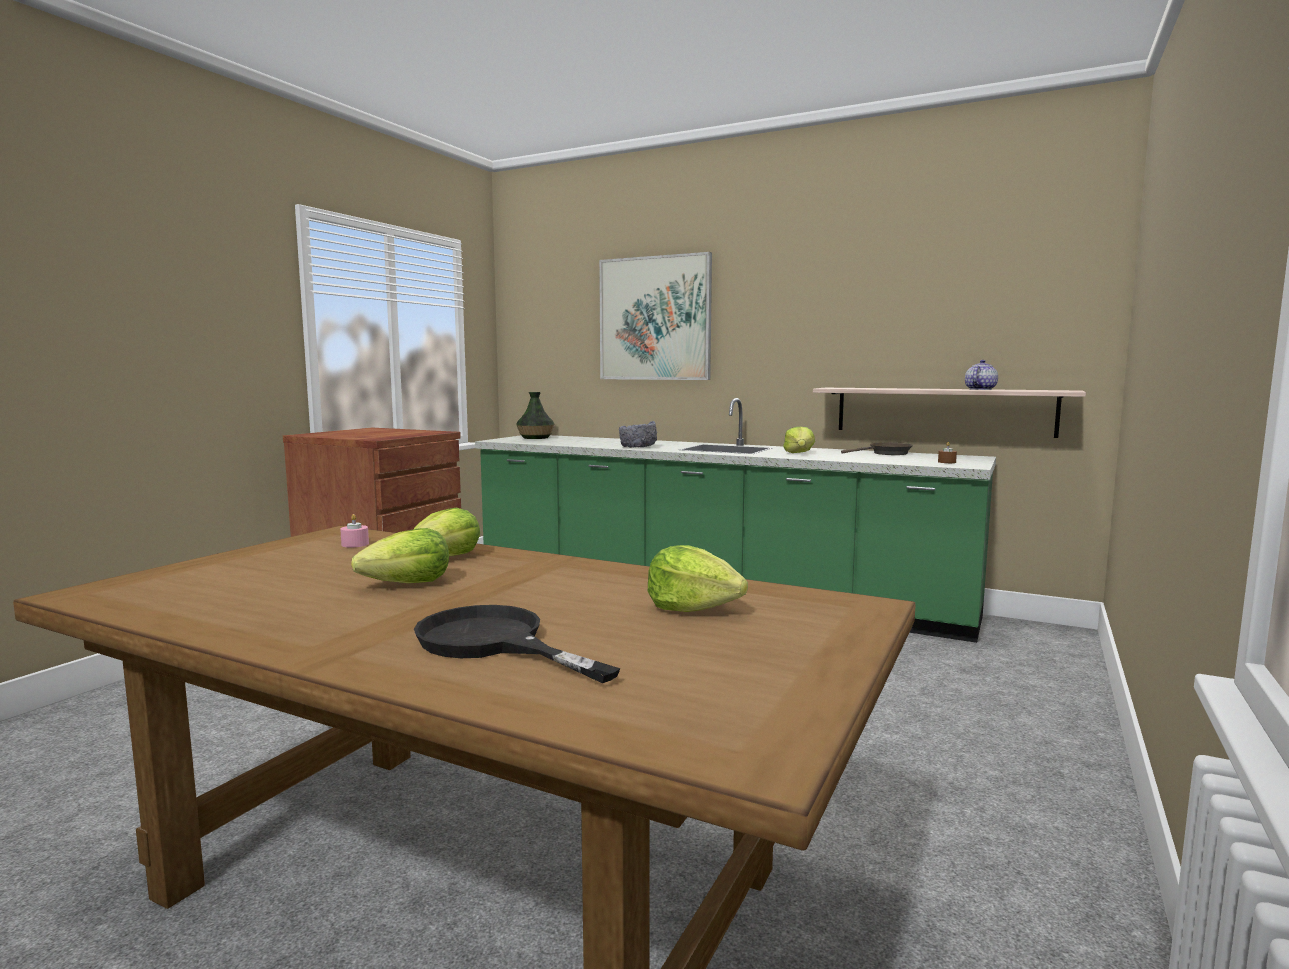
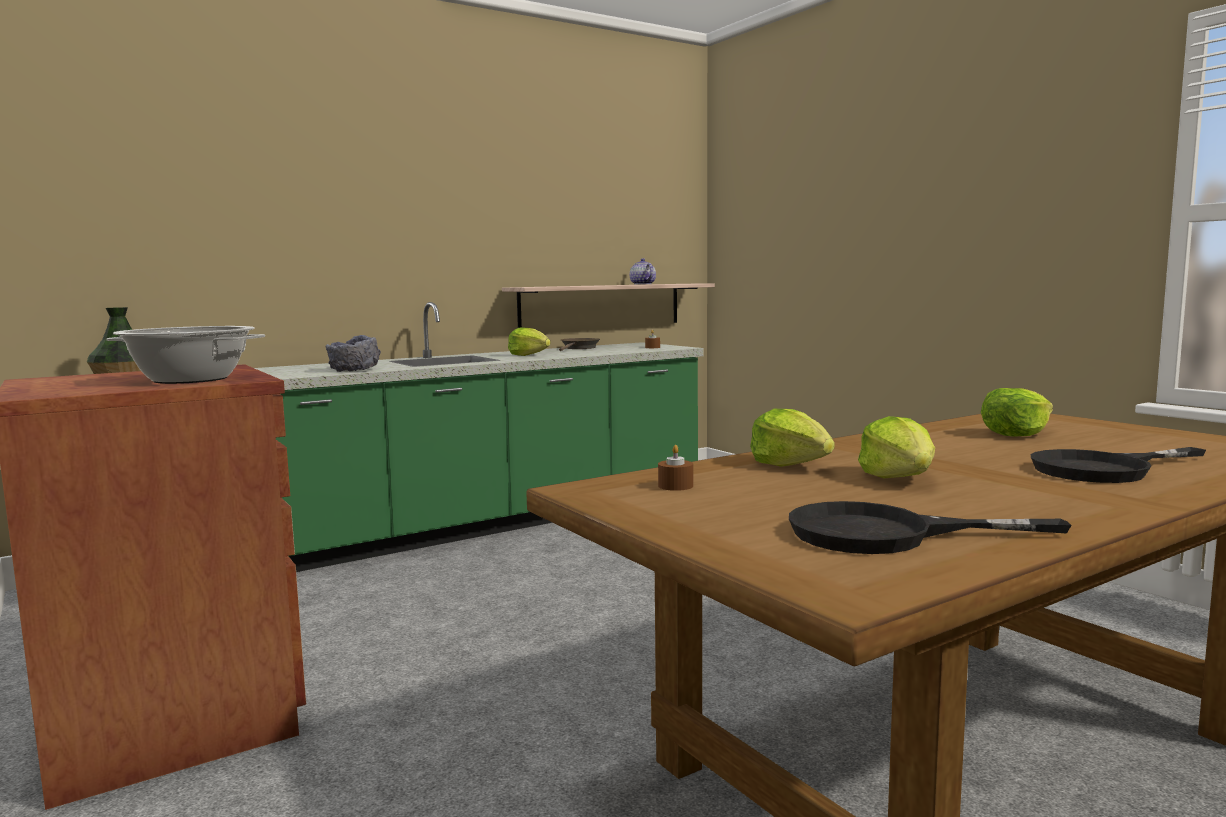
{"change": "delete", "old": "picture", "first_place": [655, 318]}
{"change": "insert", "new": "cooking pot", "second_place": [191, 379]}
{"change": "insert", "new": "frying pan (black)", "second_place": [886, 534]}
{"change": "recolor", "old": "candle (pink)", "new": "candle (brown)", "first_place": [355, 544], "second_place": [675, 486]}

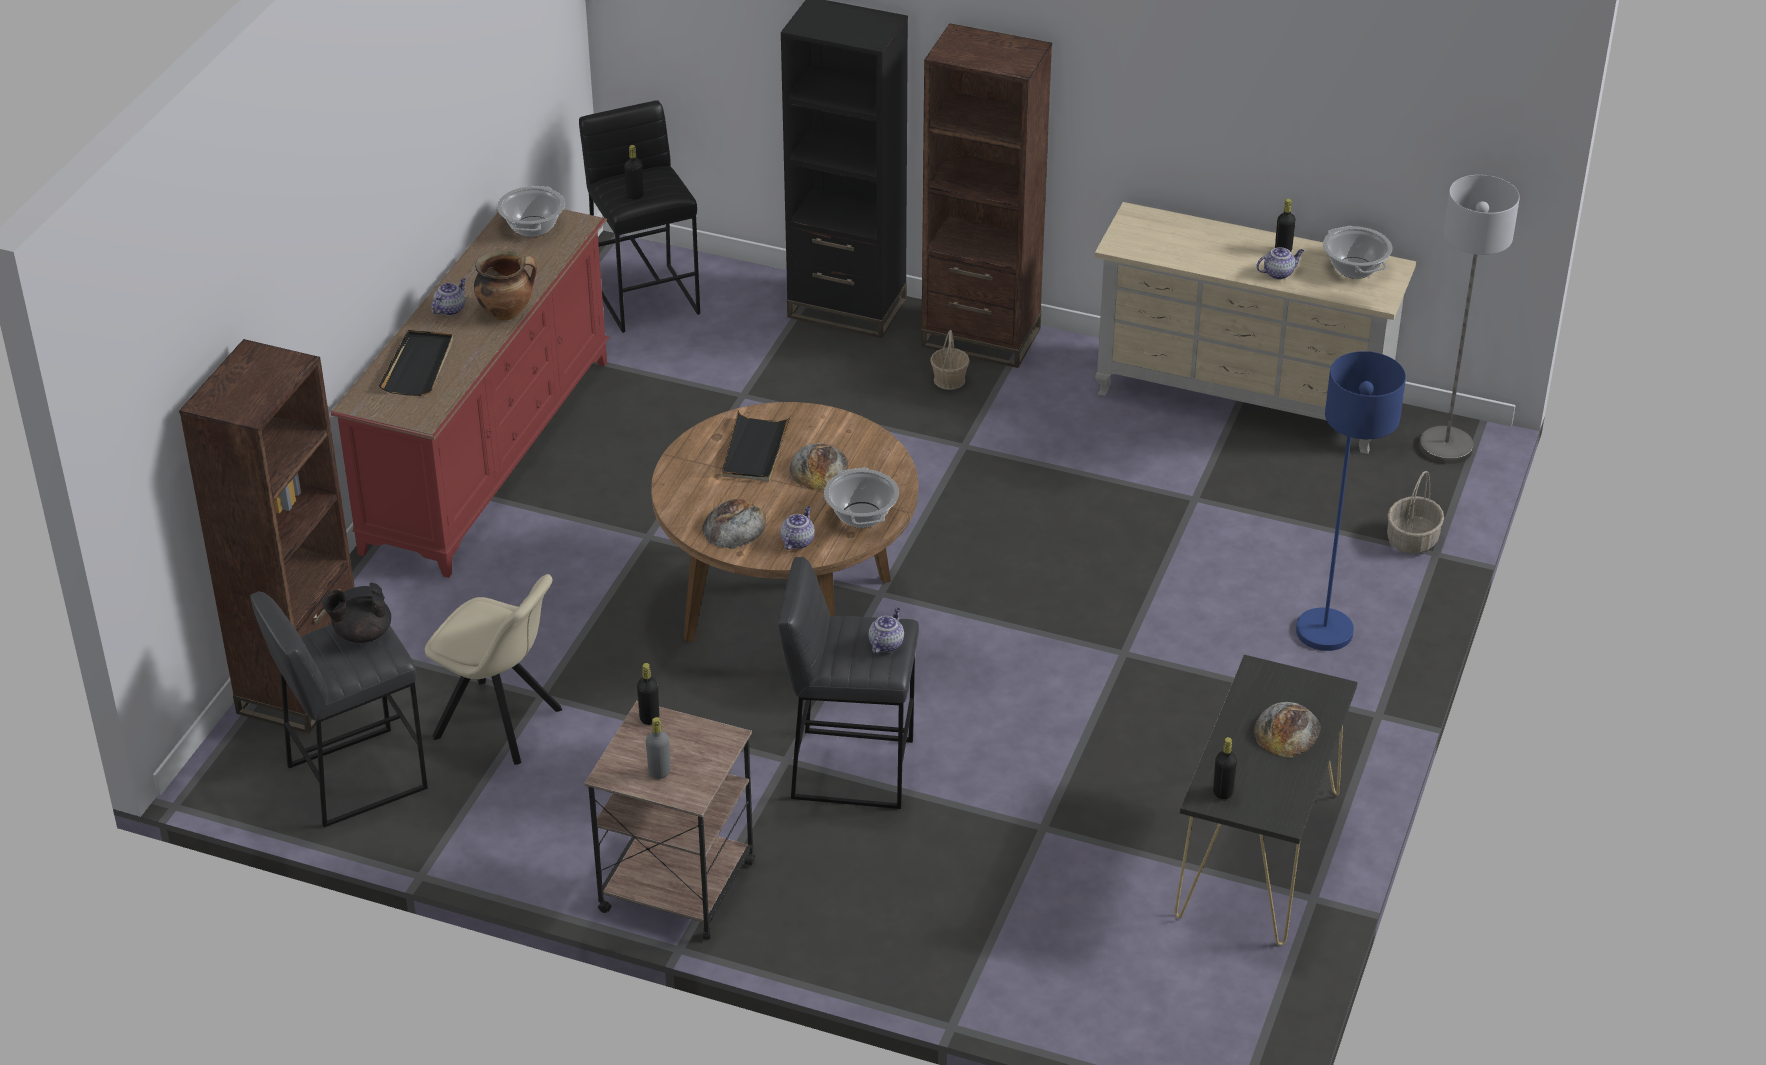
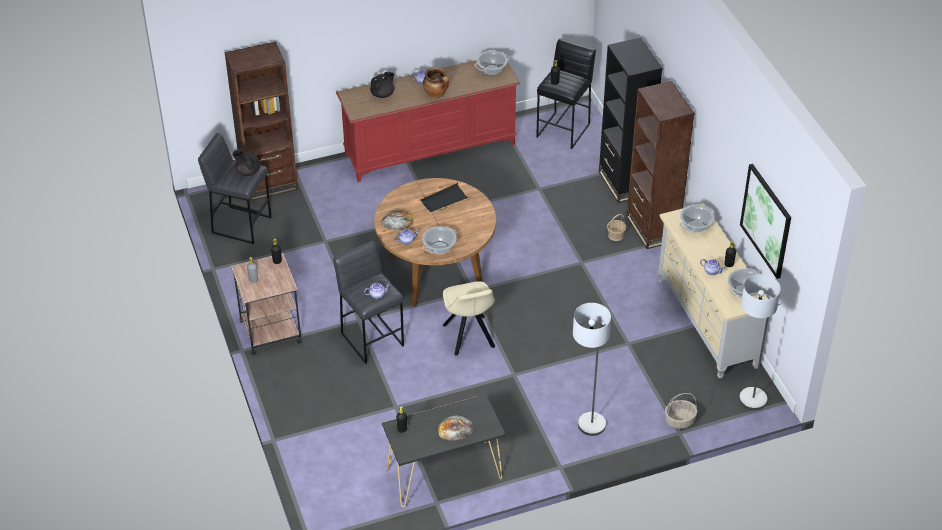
{"change": "delete", "old": "bread", "first_place": [819, 468]}
{"change": "insert", "new": "cooking pot", "second_place": [696, 226]}
{"change": "insert", "new": "picture", "second_place": [766, 220]}
{"change": "move", "old": "chair (beige)", "first_place": [499, 723], "second_place": [469, 336]}
{"change": "replace", "old": "tray (black)", "new": "teapot (black)", "first_place": [418, 366], "second_place": [383, 94]}
{"change": "recolor", "old": "floor lamp (blue)", "new": "floor lamp (grey)", "first_place": [1329, 643], "second_place": [586, 430]}

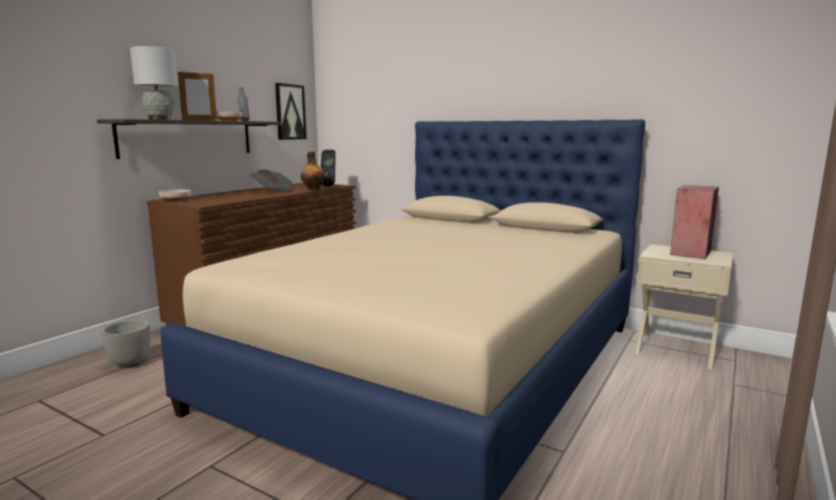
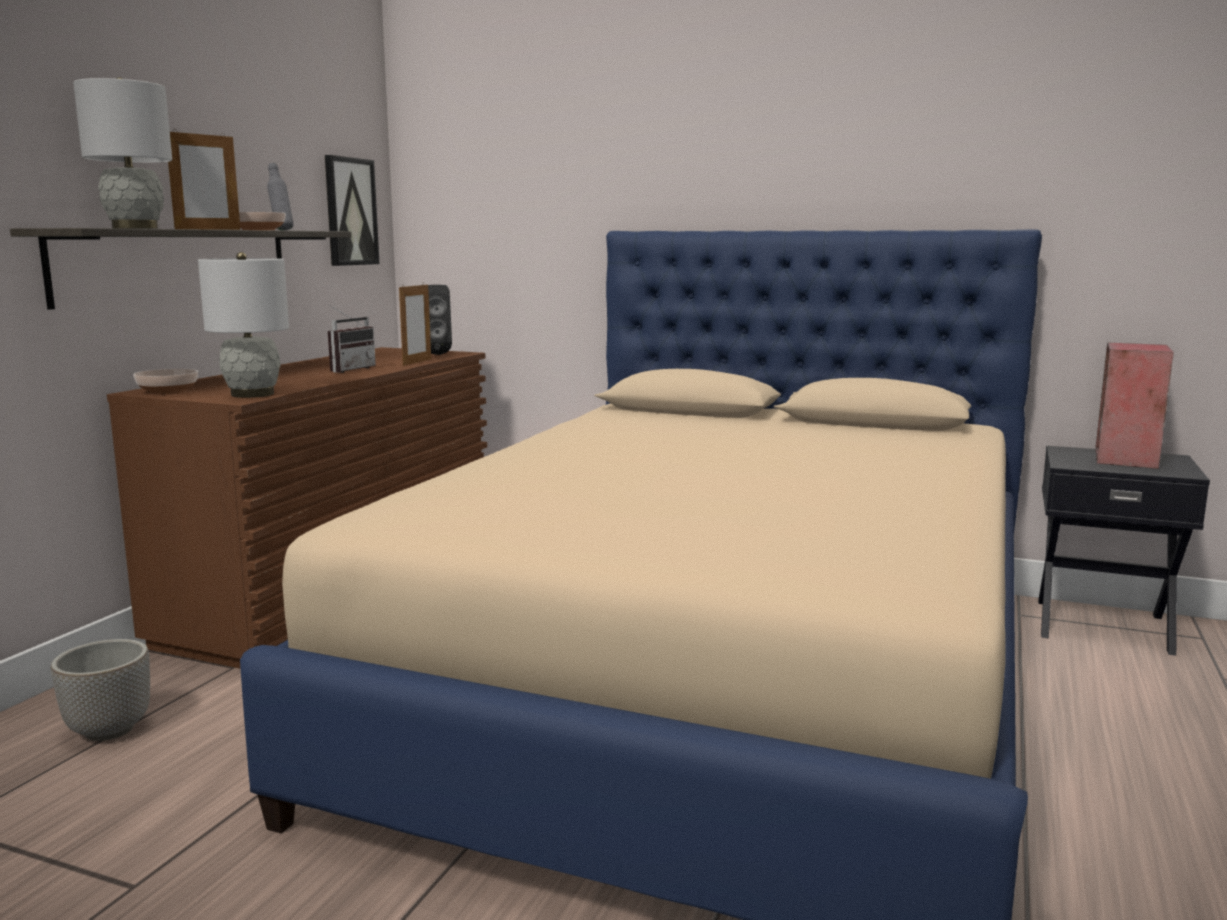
{"change": "insert", "new": "table lamp (white)", "second_place": [252, 394]}
{"change": "replace", "old": "newspaper", "new": "radio", "first_place": [274, 192], "second_place": [348, 369]}
{"change": "replace", "old": "bottle", "new": "picture frame", "first_place": [313, 189], "second_place": [417, 362]}
{"change": "recolor", "old": "nightstand (beige)", "new": "nightstand (black)", "first_place": [676, 349], "second_place": [1102, 625]}

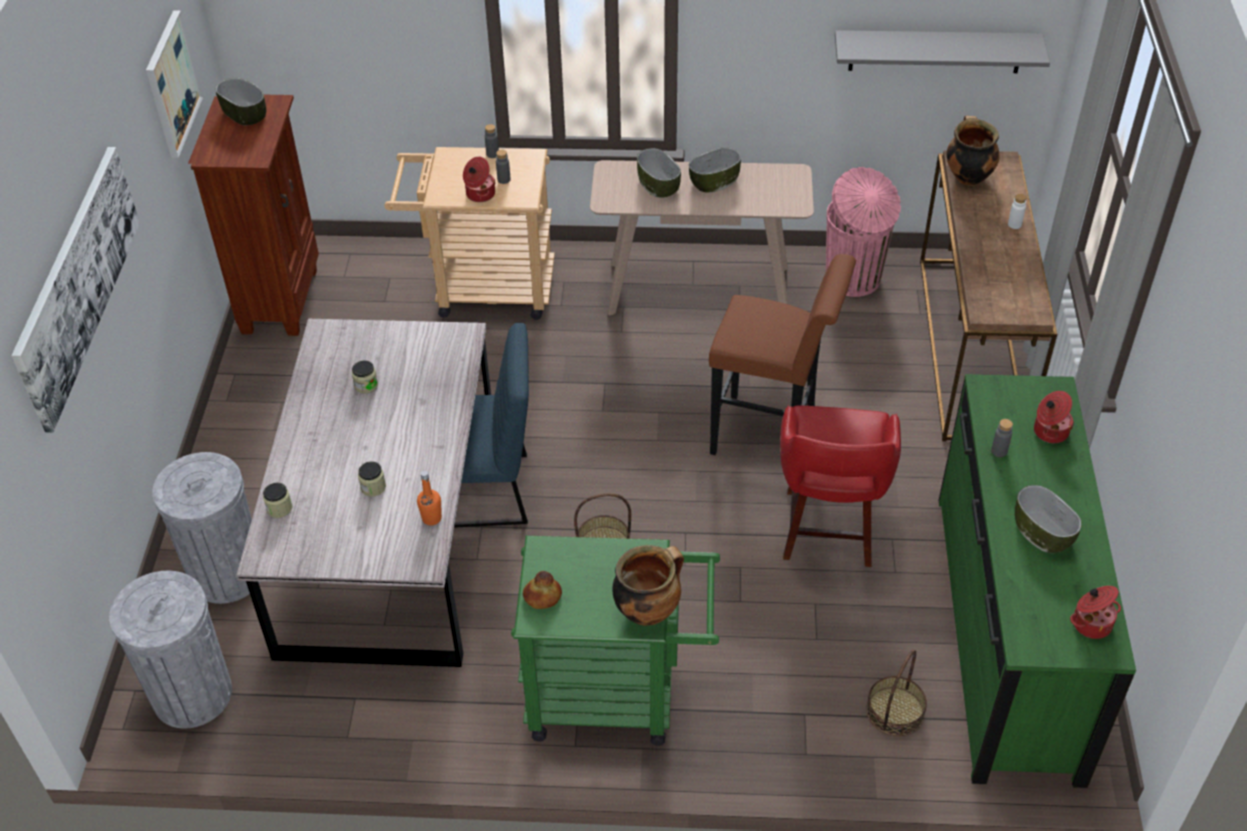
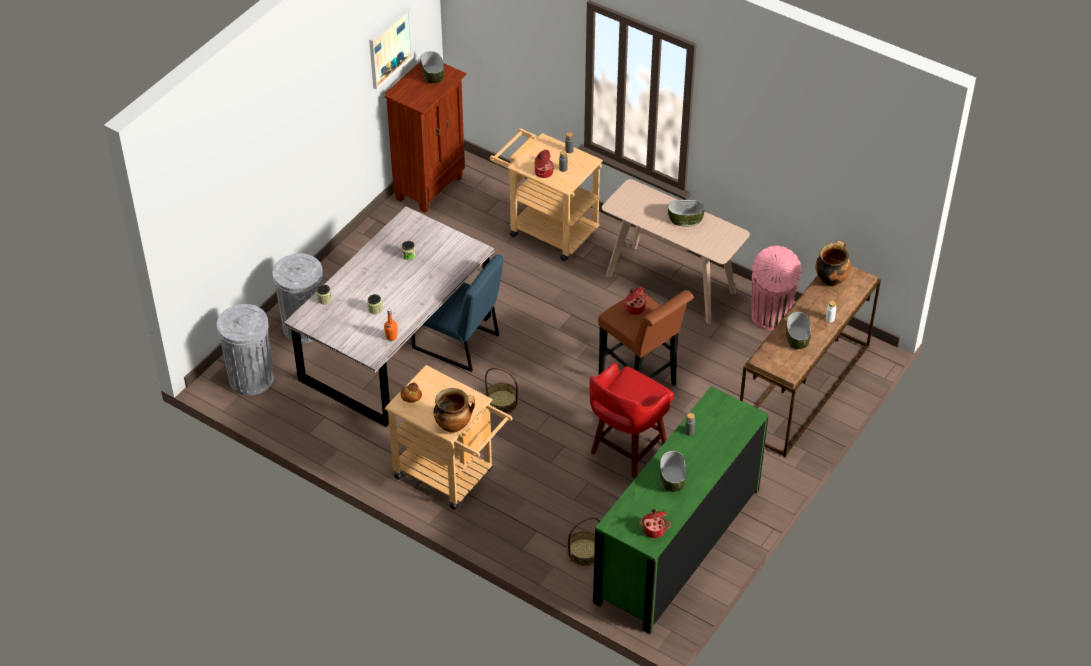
{"change": "delete", "old": "picture", "first_place": [77, 283]}
{"change": "delete", "old": "shelf (grey)", "first_place": [935, 51]}
{"change": "move", "old": "bowl", "first_place": [658, 185], "second_place": [797, 338]}
{"change": "move", "old": "cooking pot", "first_place": [1049, 431], "second_place": [634, 308]}
{"change": "recolor", "old": "cart (green)", "new": "cart (beige)", "first_place": [617, 695], "second_place": [451, 476]}

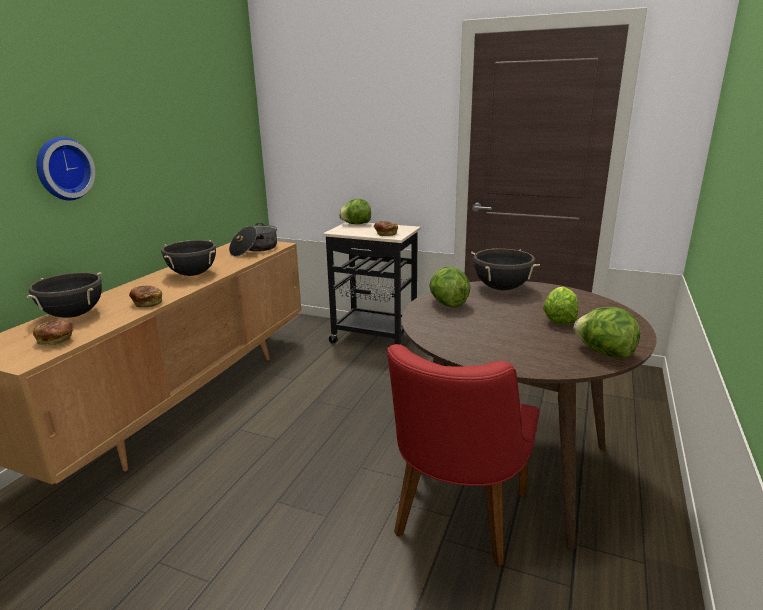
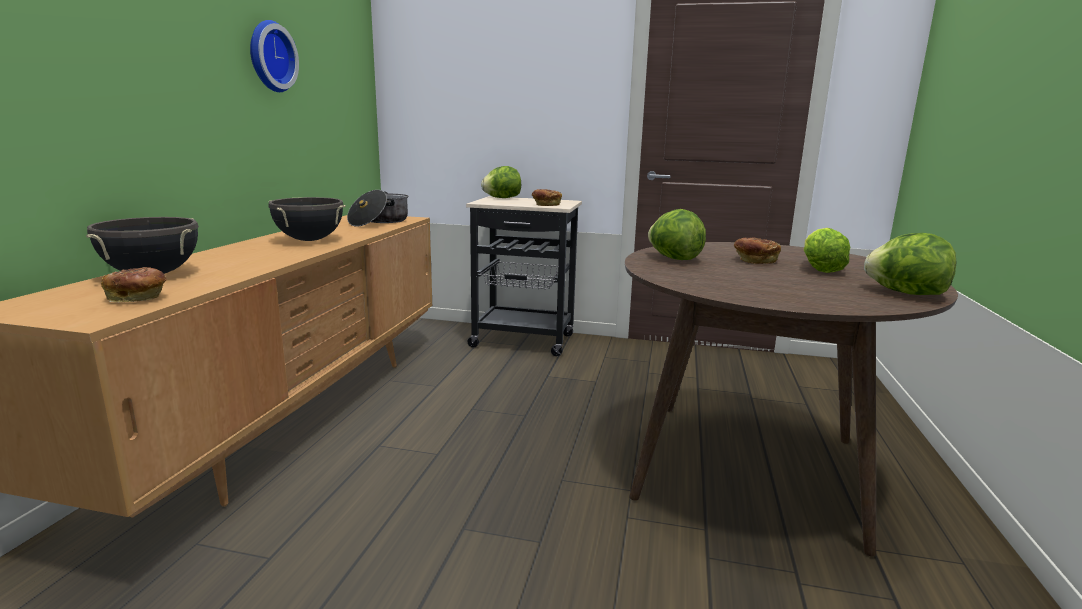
{"change": "delete", "old": "chair (red)", "first_place": [455, 521]}
{"change": "delete", "old": "cooking pot (black)", "first_place": [502, 288]}
{"change": "move", "old": "wall clock", "first_place": [62, 168], "second_place": [269, 56]}
{"change": "move", "old": "bread", "first_place": [147, 303], "second_place": [754, 260]}

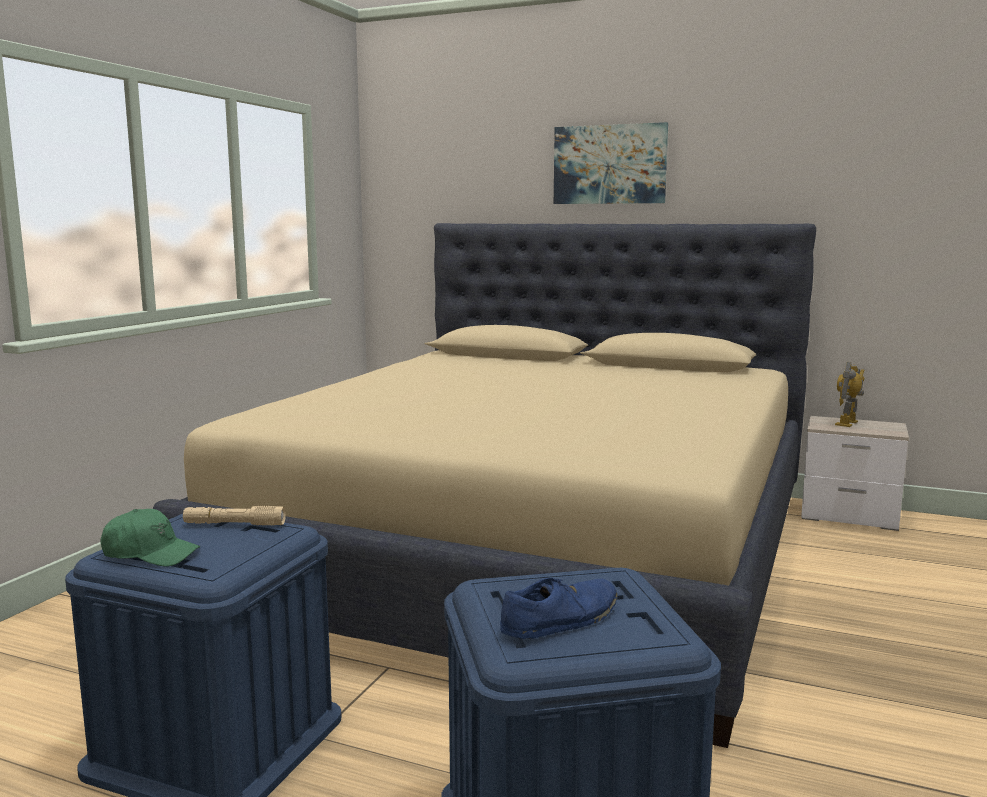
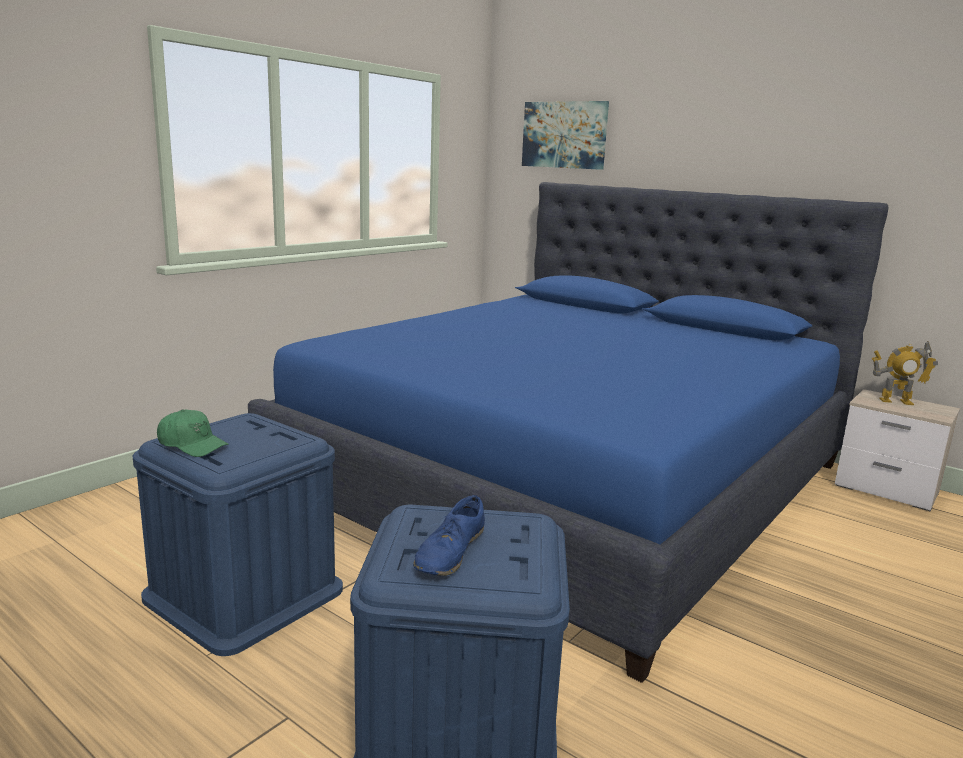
{"change": "delete", "old": "flashlight (beige)", "first_place": [234, 524]}
{"change": "move", "old": "picture", "first_place": [610, 164], "second_place": [564, 135]}
{"change": "recolor", "old": "bed (beige)", "new": "bed (blue)", "first_place": [535, 550], "second_place": [568, 478]}
{"change": "rotate", "old": "shoe (blue)", "first_place": [561, 619], "second_place": [450, 552], "degrees": 135}
{"change": "rotate", "old": "toy robot", "first_place": [847, 423], "second_place": [896, 401], "degrees": -135}

